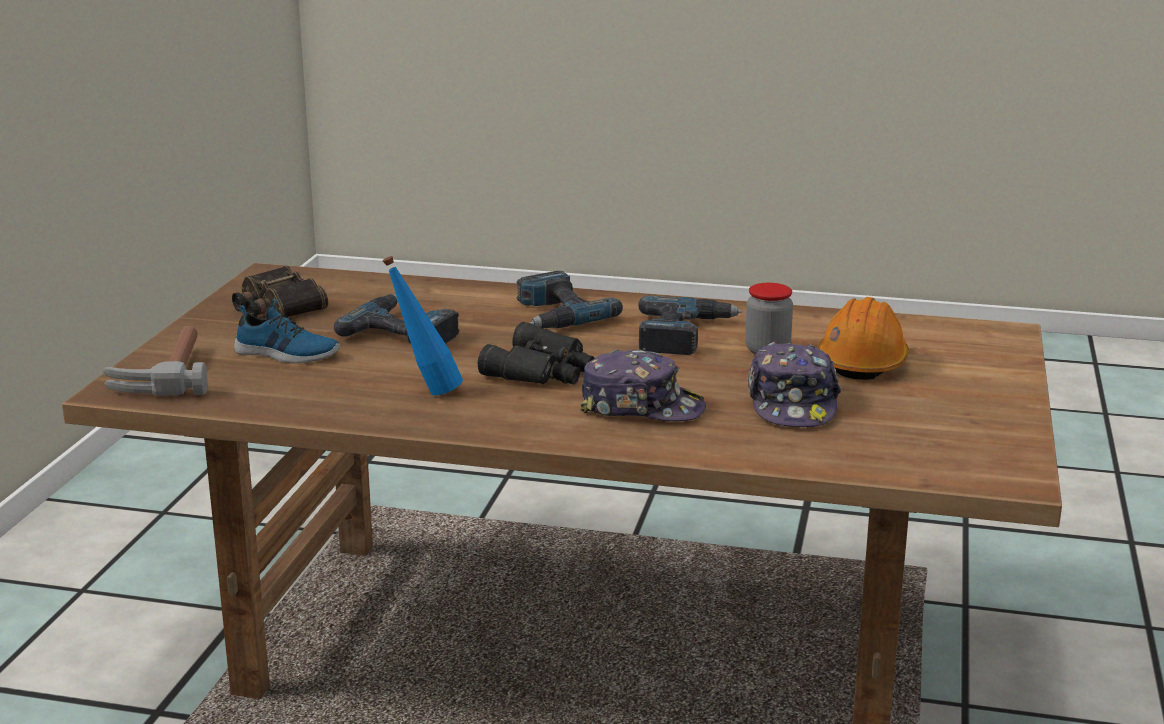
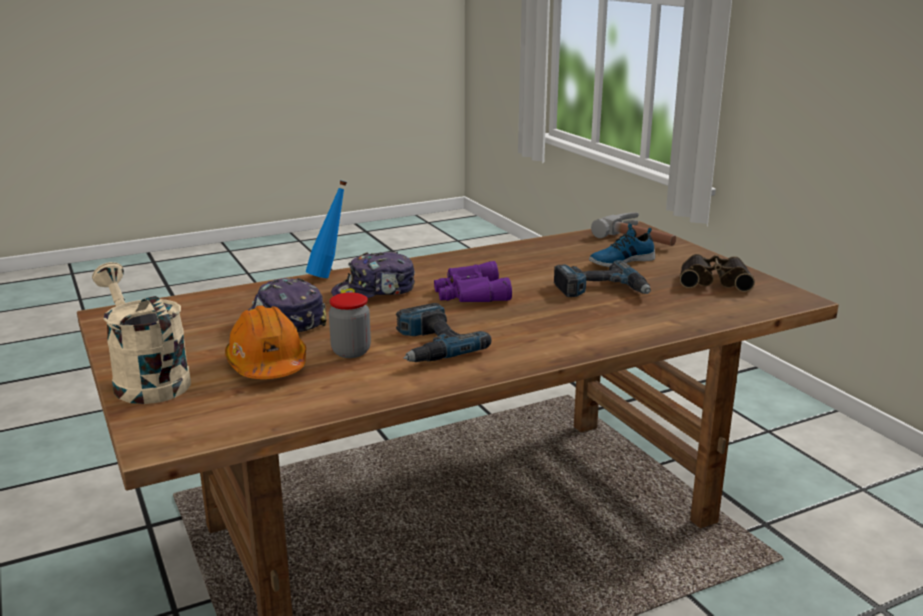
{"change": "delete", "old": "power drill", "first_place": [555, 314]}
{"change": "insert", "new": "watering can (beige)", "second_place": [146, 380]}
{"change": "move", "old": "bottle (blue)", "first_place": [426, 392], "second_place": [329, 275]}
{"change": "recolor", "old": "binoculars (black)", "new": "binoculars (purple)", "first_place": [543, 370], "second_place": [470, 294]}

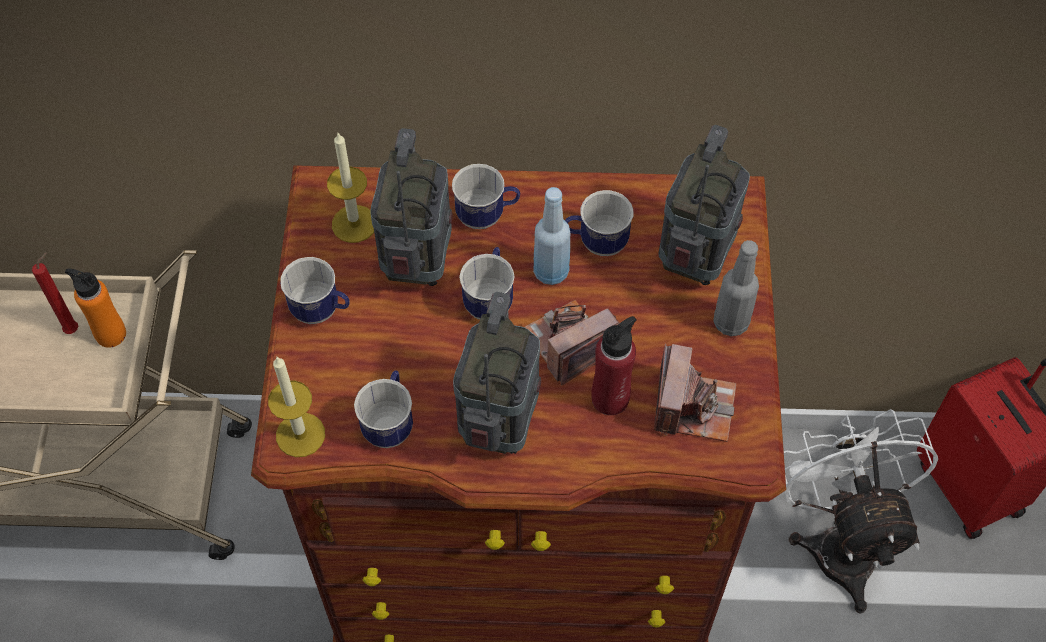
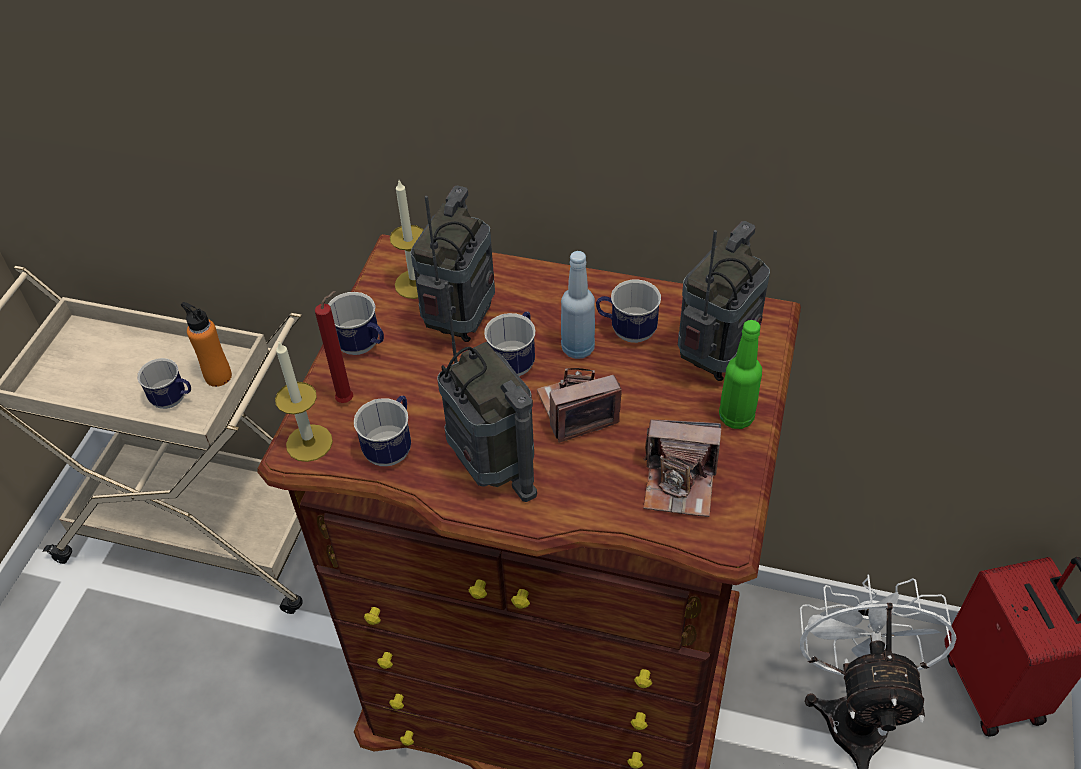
{"change": "delete", "old": "bottle (red)", "first_place": [610, 398]}
{"change": "move", "old": "candle (red)", "first_place": [74, 329], "second_place": [348, 400]}
{"change": "move", "old": "mug", "first_place": [487, 215], "second_place": [174, 400]}
{"change": "recolor", "old": "bottle (grey)", "new": "bottle (green)", "first_place": [731, 322], "second_place": [736, 417]}
{"change": "rotate", "old": "radio", "first_place": [499, 425], "second_place": [491, 466], "degrees": 120}
{"change": "rotate", "old": "photo camera", "first_place": [692, 406], "second_place": [679, 483], "degrees": 75}

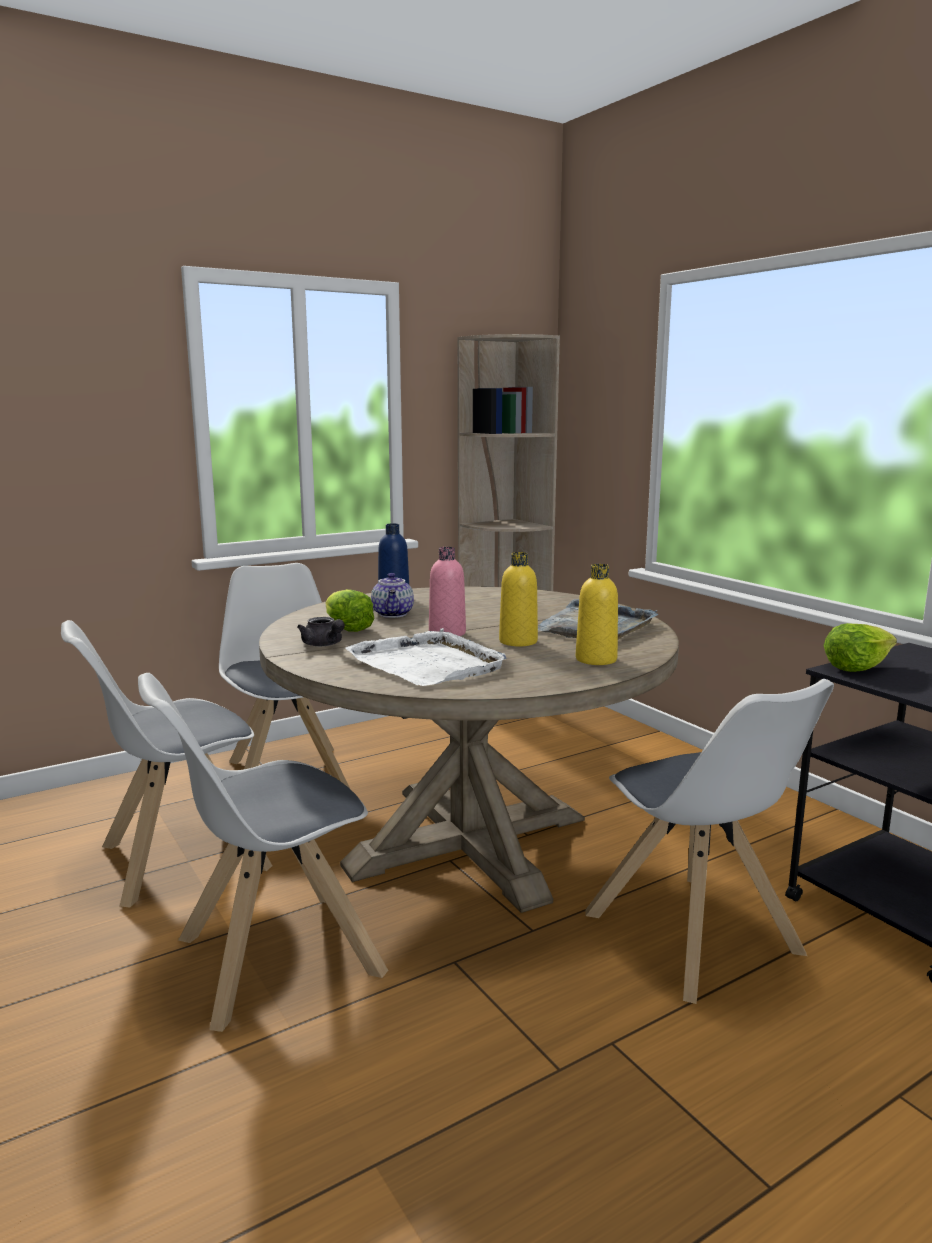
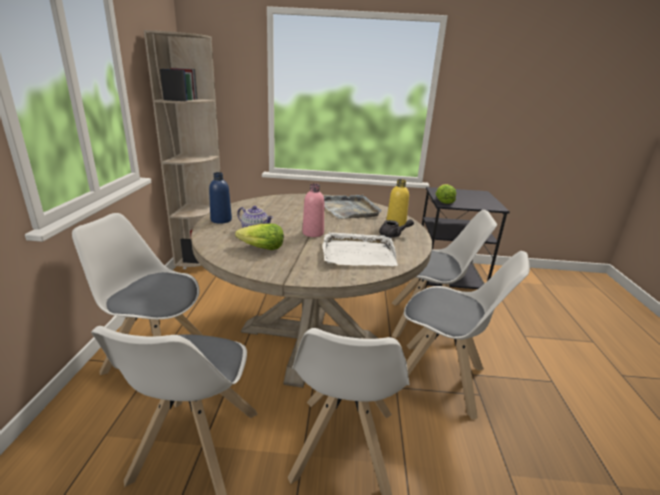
{"change": "delete", "old": "bottle (yellow)", "first_place": [518, 641]}
{"change": "insert", "new": "chair", "second_place": [441, 380]}
{"change": "move", "old": "teapot (grey)", "first_place": [324, 645], "second_place": [393, 235]}

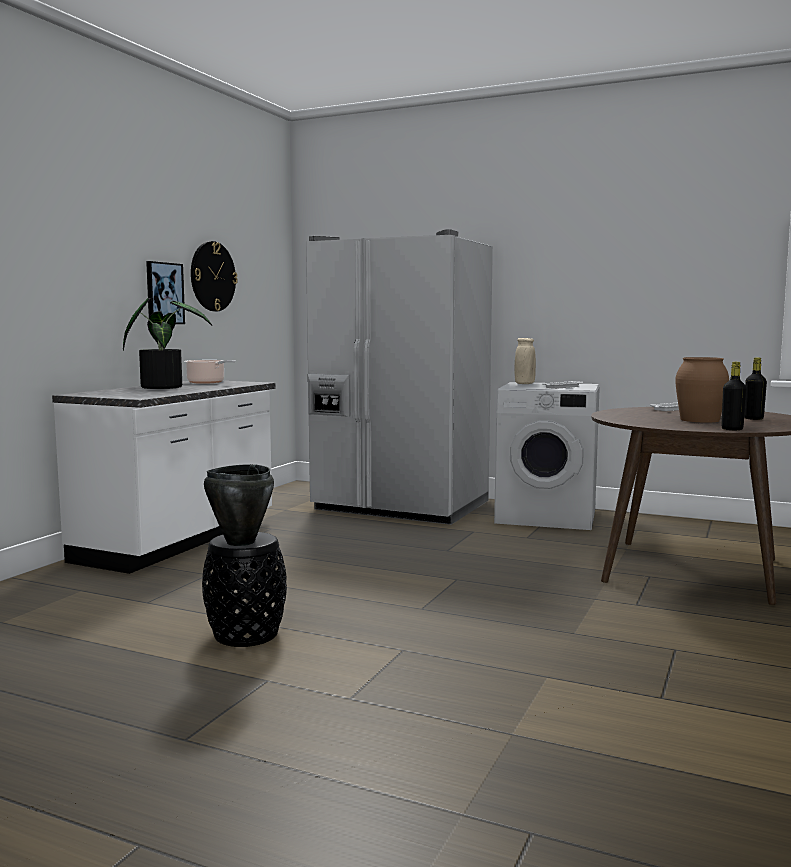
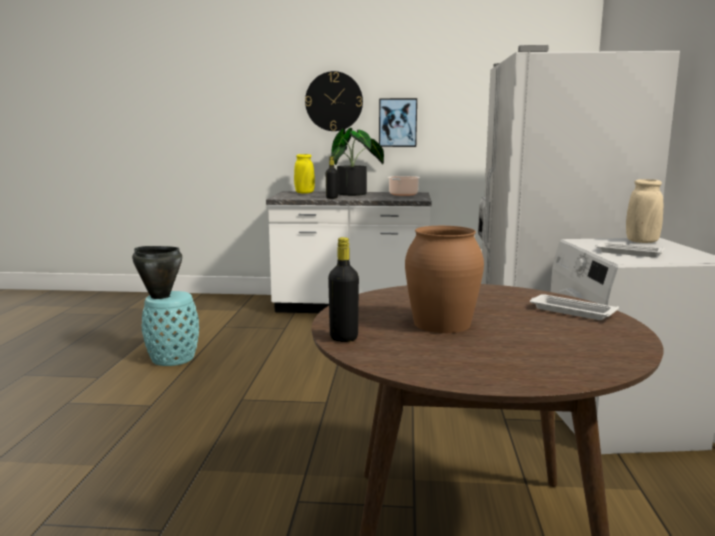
{"change": "insert", "new": "vase (yellow)", "second_place": [304, 193]}
{"change": "move", "old": "wall clock", "first_place": [212, 276], "second_place": [334, 101]}
{"change": "move", "old": "bottle (black)", "first_place": [753, 419], "second_place": [332, 198]}
{"change": "recolor", "old": "stool (black)", "new": "stool (turquoise)", "first_place": [246, 635], "second_place": [173, 358]}

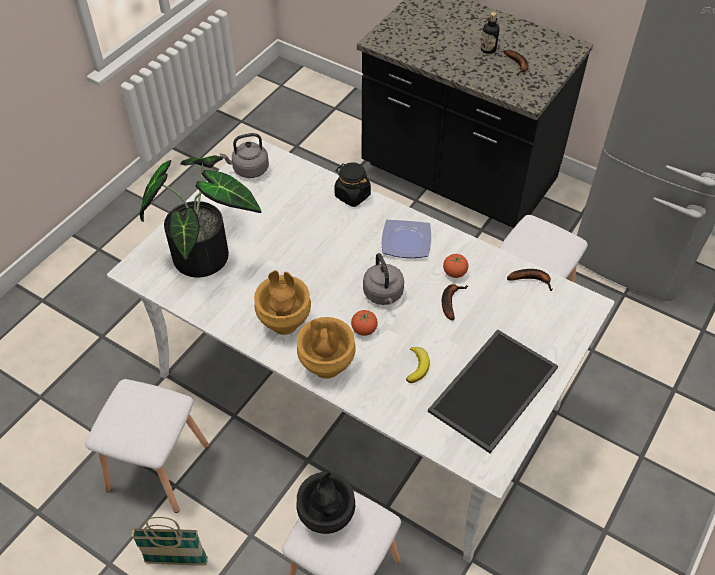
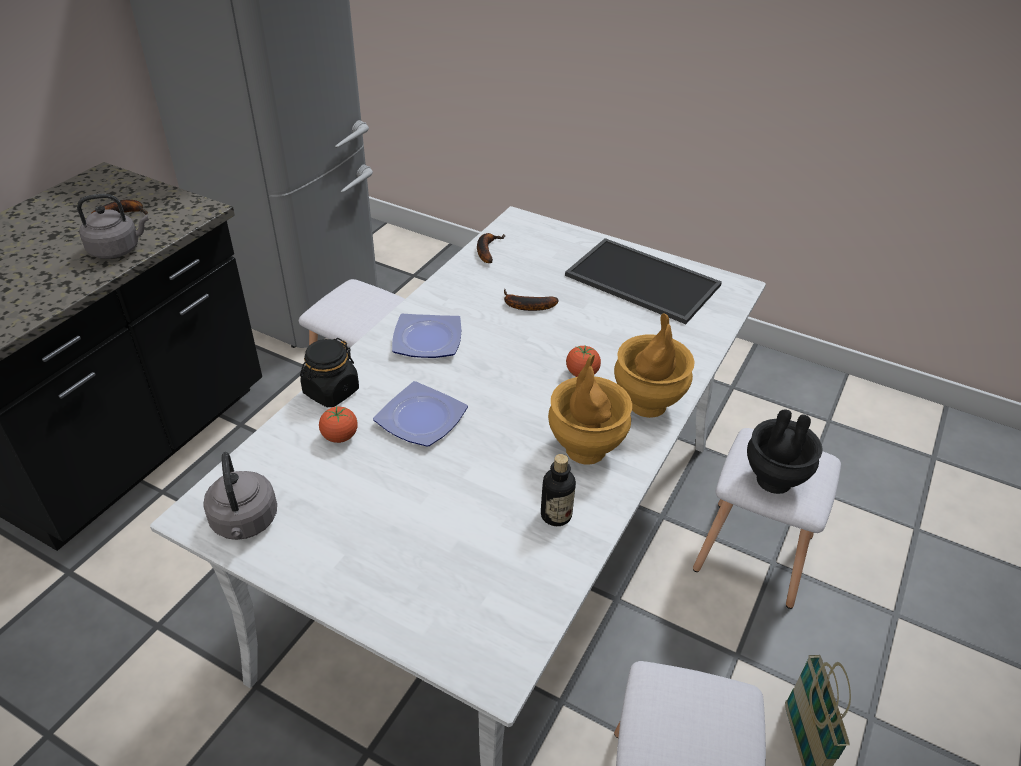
{"change": "delete", "old": "potted plant", "first_place": [206, 253]}
{"change": "delete", "old": "banana", "first_place": [417, 366]}
{"change": "insert", "new": "plate", "second_place": [421, 417]}
{"change": "move", "old": "kettle (grey)", "first_place": [383, 295], "second_place": [118, 249]}
{"change": "move", "old": "tomato", "first_place": [454, 273], "second_place": [340, 436]}
{"change": "move", "old": "bottle", "first_place": [488, 49], "second_place": [556, 515]}

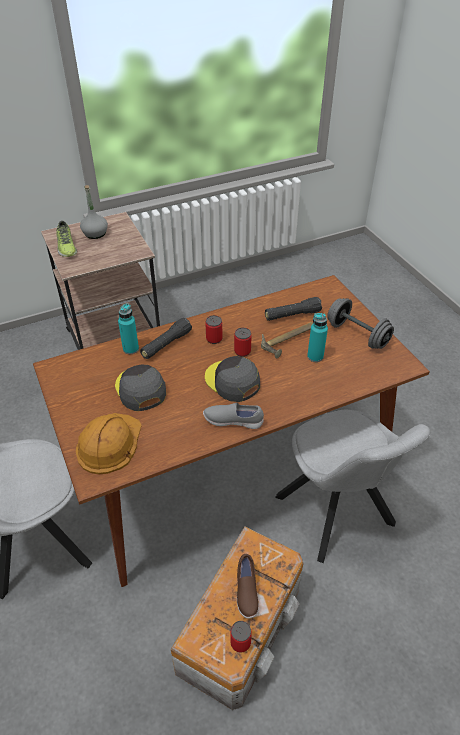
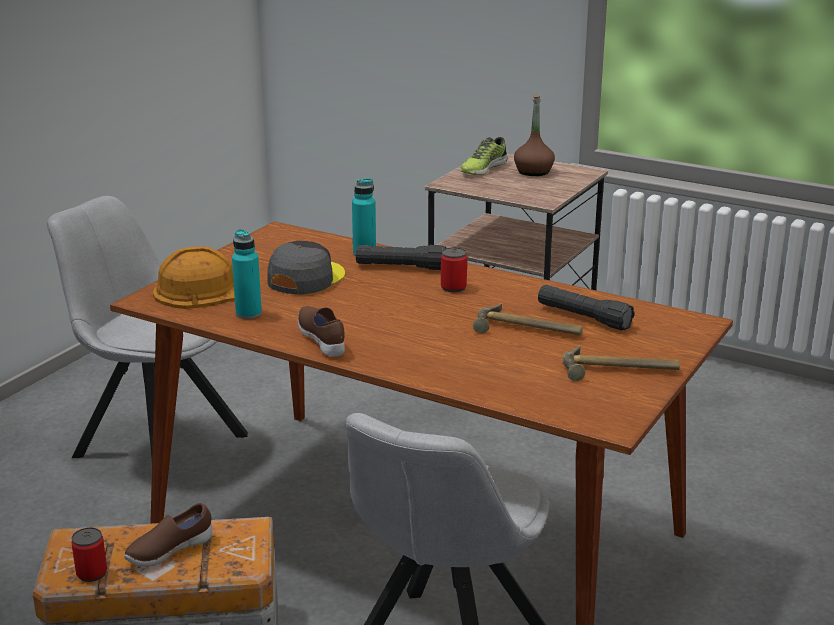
{"change": "delete", "old": "cap (grey)", "first_place": [232, 381]}
{"change": "delete", "old": "can", "first_place": [242, 351]}
{"change": "move", "old": "bottle (turquoise)", "first_place": [315, 356], "second_place": [248, 314]}
{"change": "replace", "old": "dumbbell (grey)", "new": "hammer", "first_place": [357, 335], "second_place": [620, 371]}
{"change": "recolor", "old": "bottle (grey)", "new": "bottle (brown)", "first_place": [95, 233], "second_place": [533, 172]}
{"change": "recolor", "old": "shoe (grey)", "new": "shoe (brown)", "first_place": [233, 421], "second_place": [323, 341]}

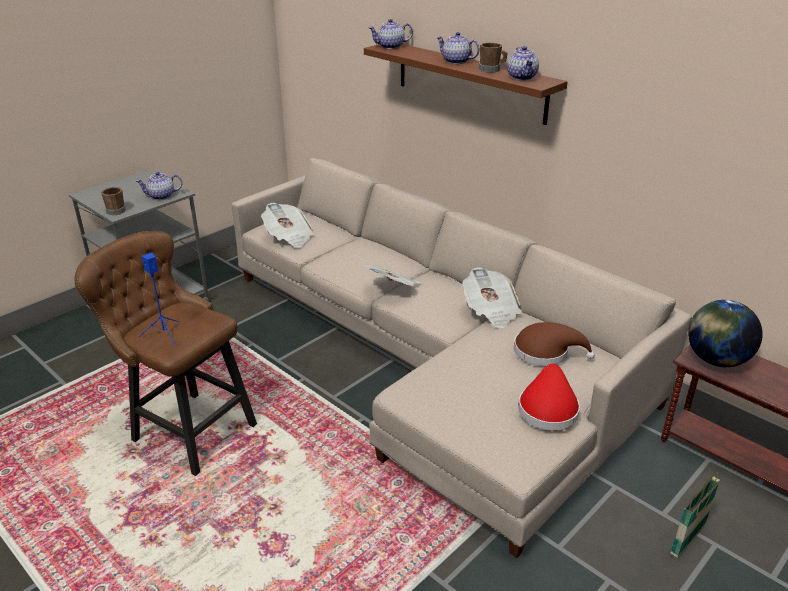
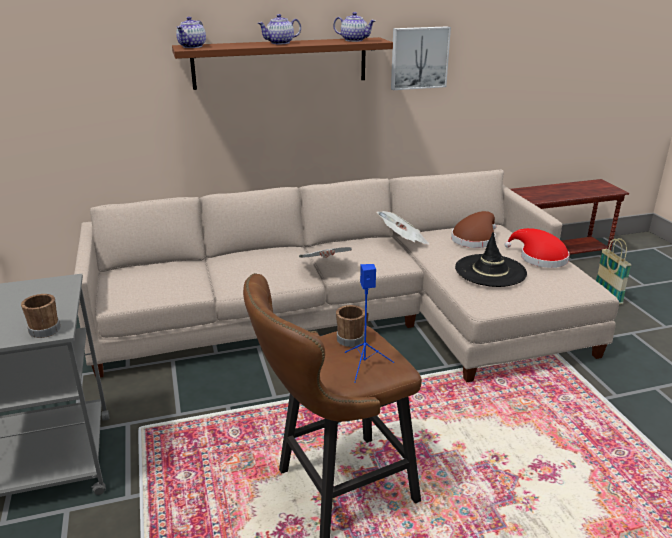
{"change": "delete", "old": "teapot", "first_place": [161, 196]}
{"change": "delete", "old": "newspaper", "first_place": [289, 237]}
{"change": "delete", "old": "globe", "first_place": [716, 360]}
{"change": "insert", "new": "picture", "second_place": [419, 58]}
{"change": "insert", "new": "hat (black)", "second_place": [490, 271]}
{"change": "move", "old": "mug (brown)", "first_place": [492, 70], "second_place": [353, 338]}

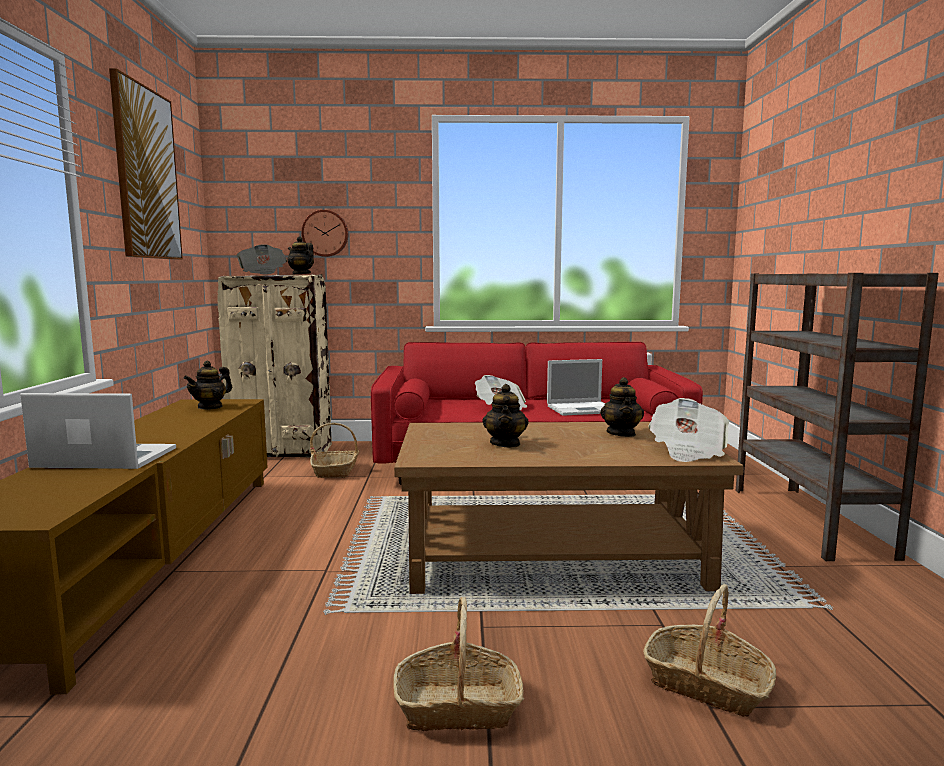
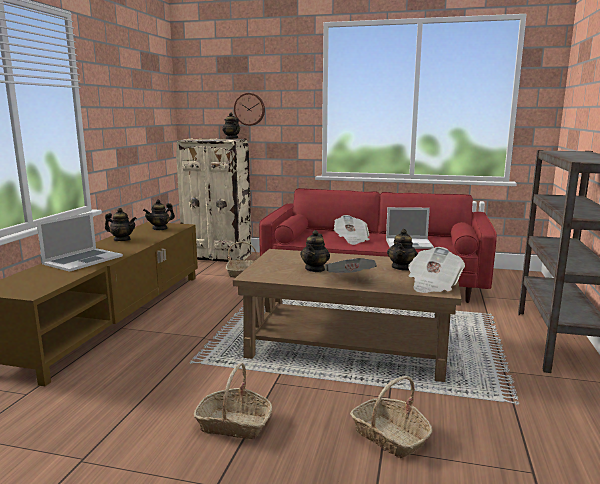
{"change": "delete", "old": "picture", "first_place": [146, 174]}
{"change": "insert", "new": "teapot", "second_place": [122, 240]}
{"change": "move", "old": "newspaper", "first_place": [263, 274], "second_place": [349, 280]}
{"change": "rotate", "old": "laptop", "first_place": [105, 458], "second_place": [83, 260], "degrees": 105}

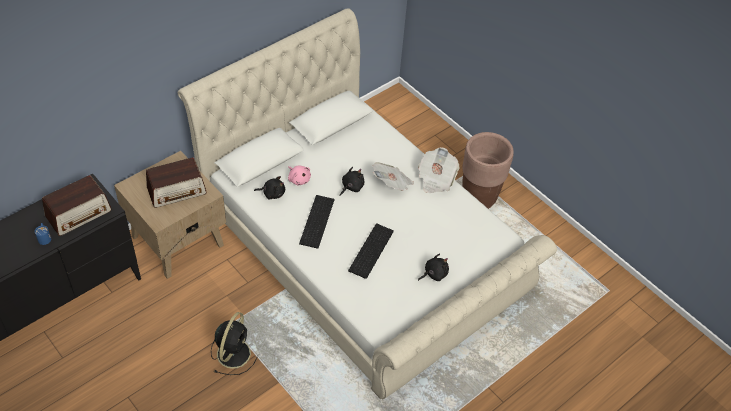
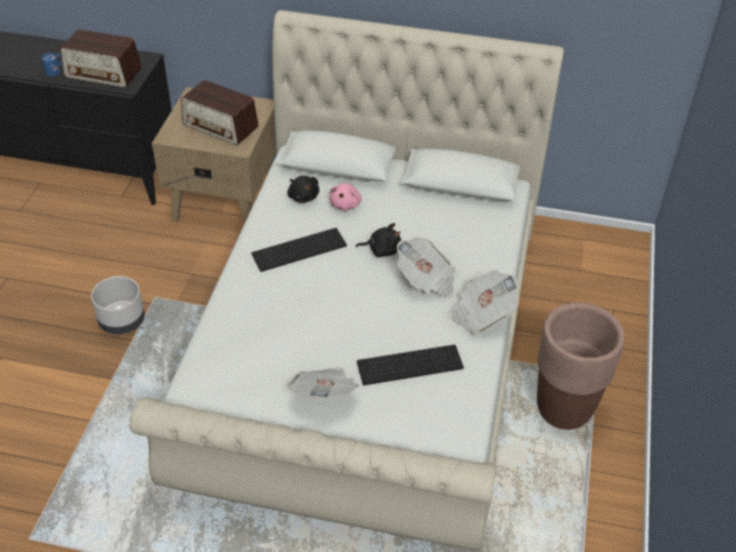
{"change": "move", "old": "keyboard", "first_place": [370, 250], "second_place": [410, 363]}
{"change": "replace", "old": "fan (black)", "new": "planter (grey)", "first_place": [234, 352], "second_place": [122, 321]}
{"change": "replace", "old": "plush toy (black)", "new": "newspaper", "first_place": [434, 274], "second_place": [324, 394]}

